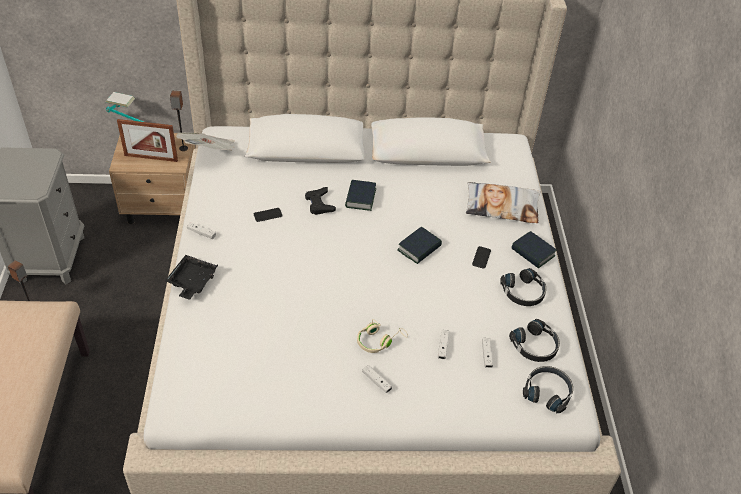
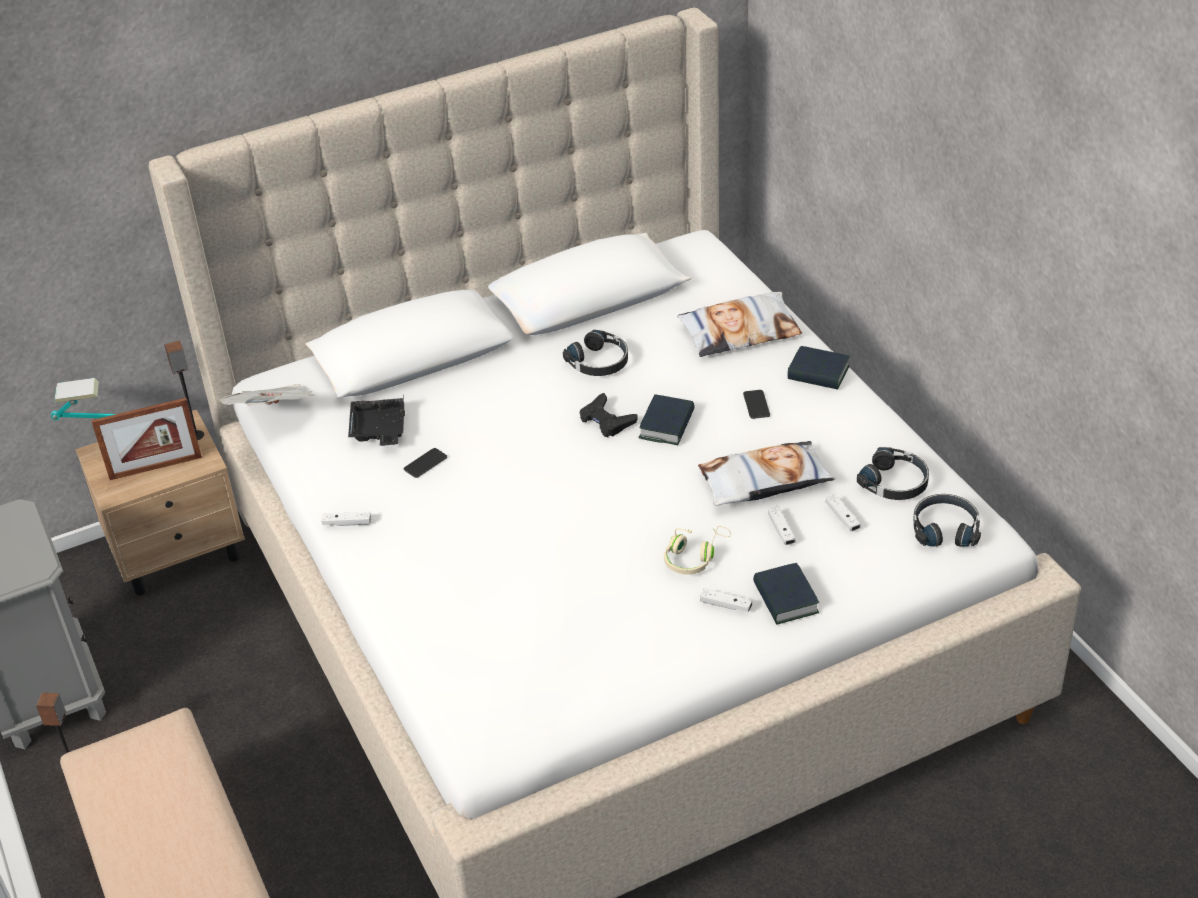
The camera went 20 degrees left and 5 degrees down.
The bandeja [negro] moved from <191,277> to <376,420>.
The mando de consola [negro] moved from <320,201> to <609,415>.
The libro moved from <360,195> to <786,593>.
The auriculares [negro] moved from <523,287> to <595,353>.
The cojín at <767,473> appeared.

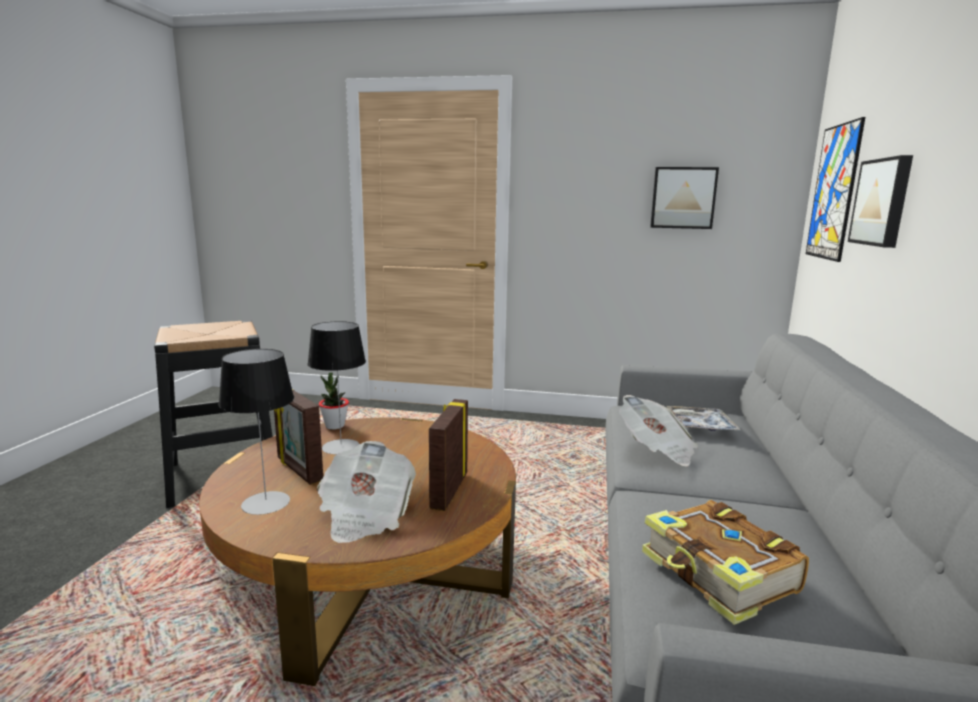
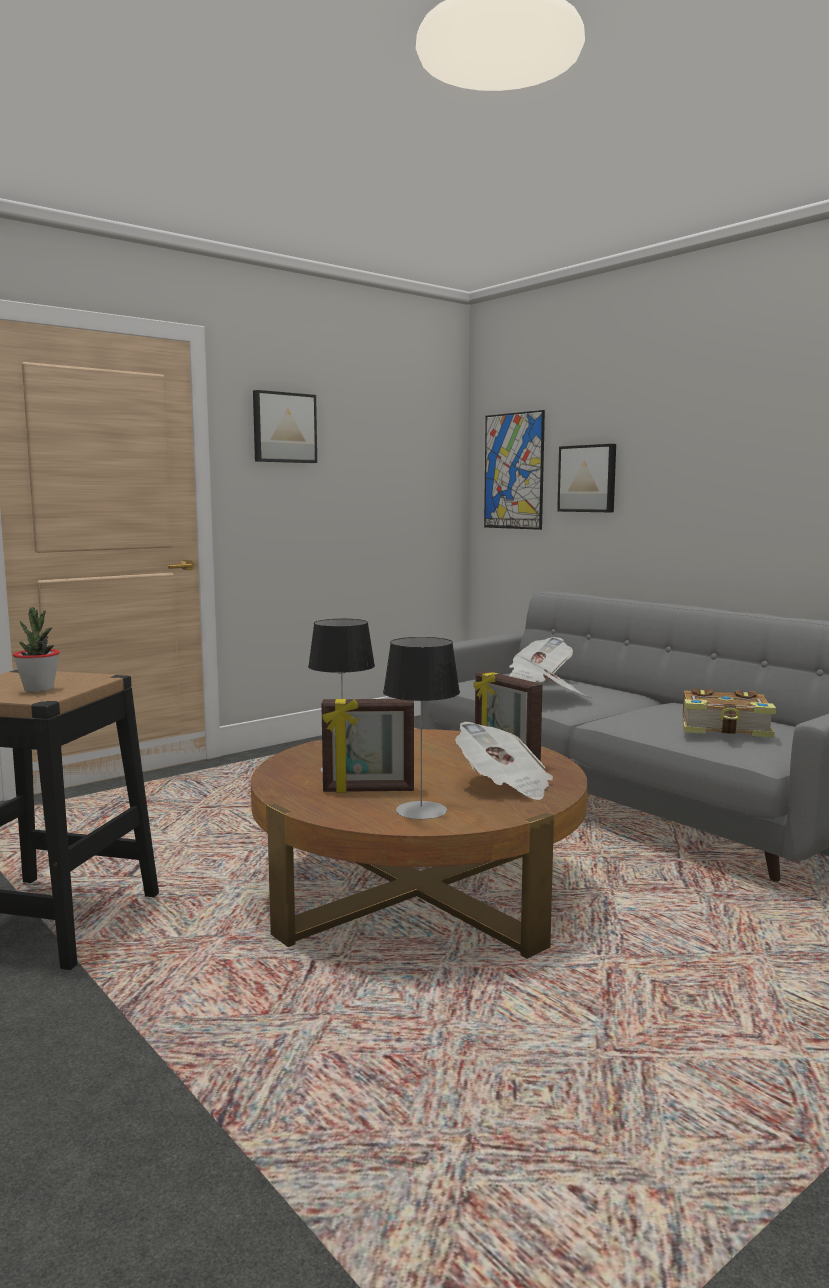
The camera went 50 degrees left and 5 degrees down.
The planta en maceta moved from <334,401> to <36,649>.
The cuadro moved from <684,198> to <285,426>.
The bandeja at <704,418> was replaced by the periódico at <541,659>.

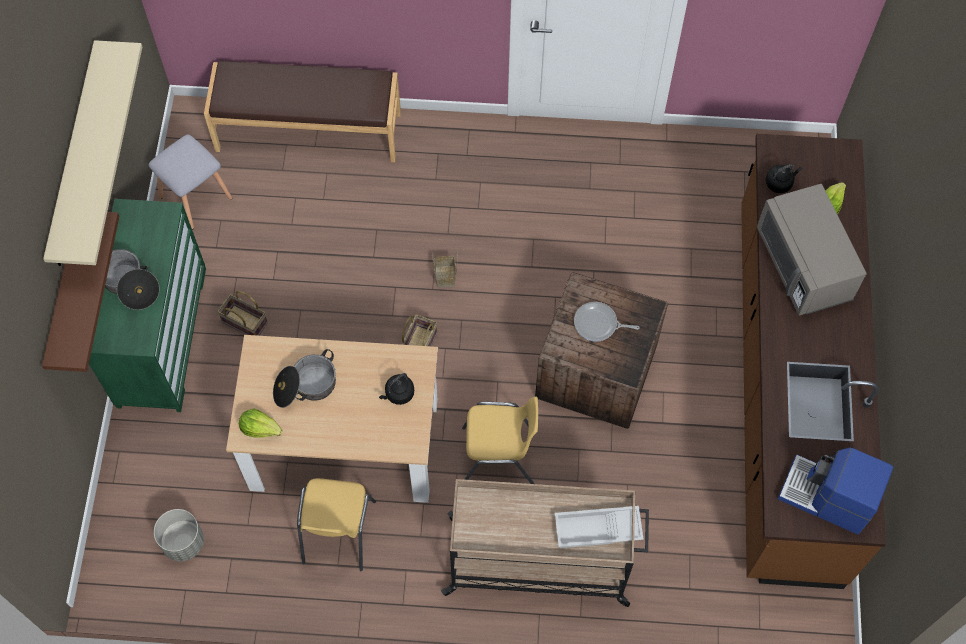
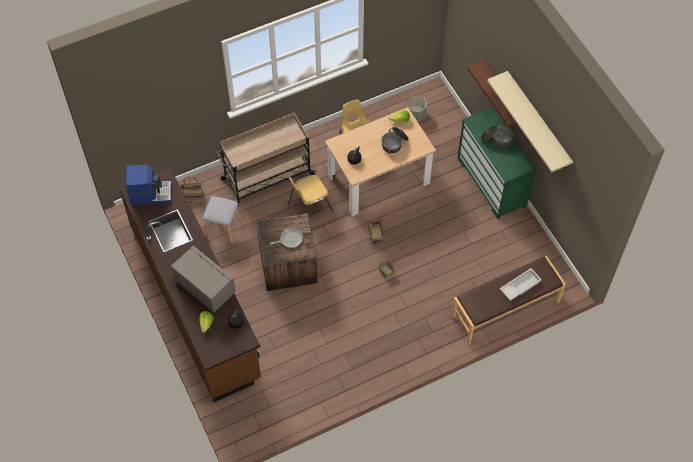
The camera went 150 degrees right and 5 degrees down.
The taburete [gris] moved from <190,182> to <222,219>.
The cesta moved from <242,313> to <191,188>.
The bandeja [blanco] moved from <599,527> to <521,284>.

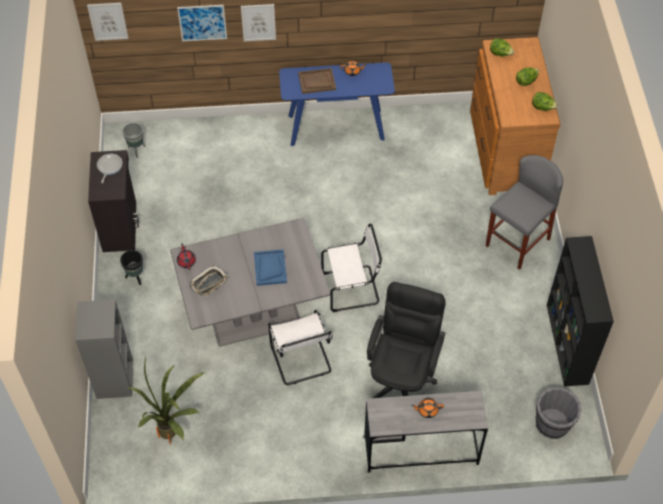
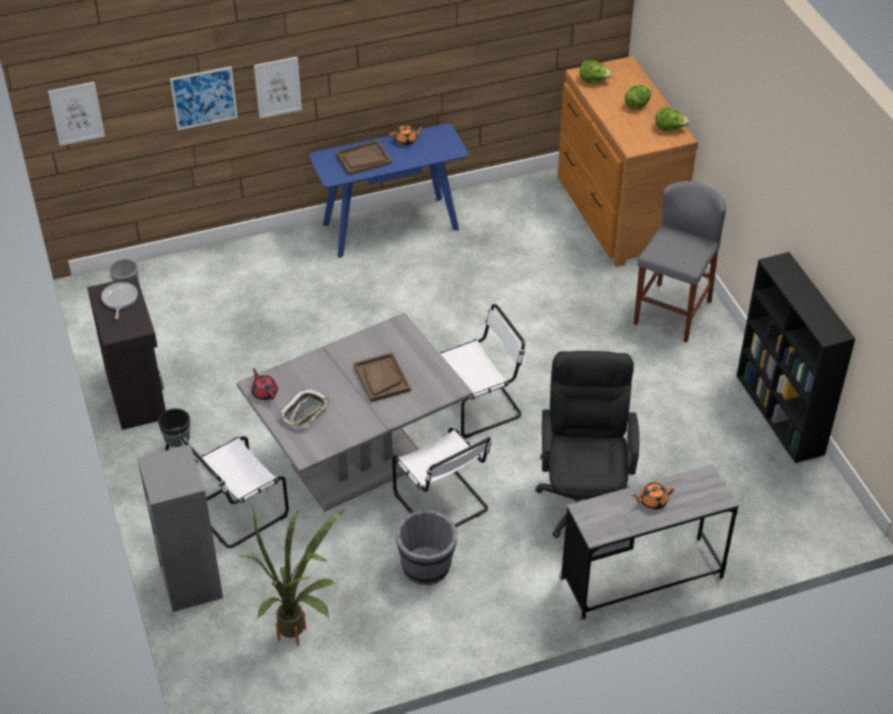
The camera went 15 degrees left and 10 degrees down.
The bandeja [azul] at <270,267> became the bandeja [marrón] at <382,377>.
The cubo [gris] moved from <559,413> to <426,548>.
The silla [blanco] at <234,491> appeared.

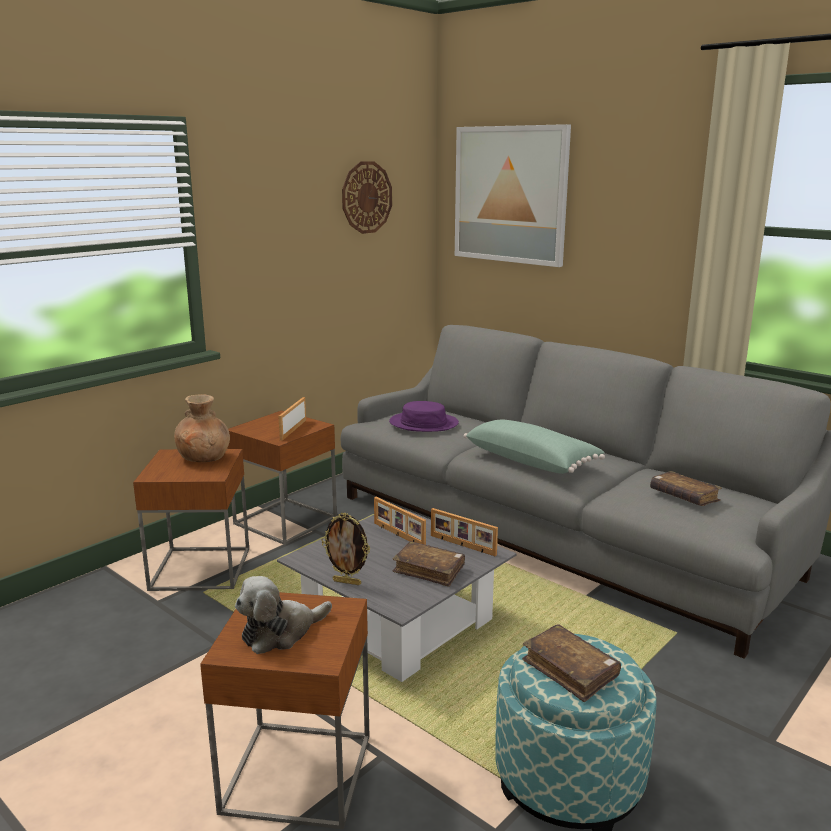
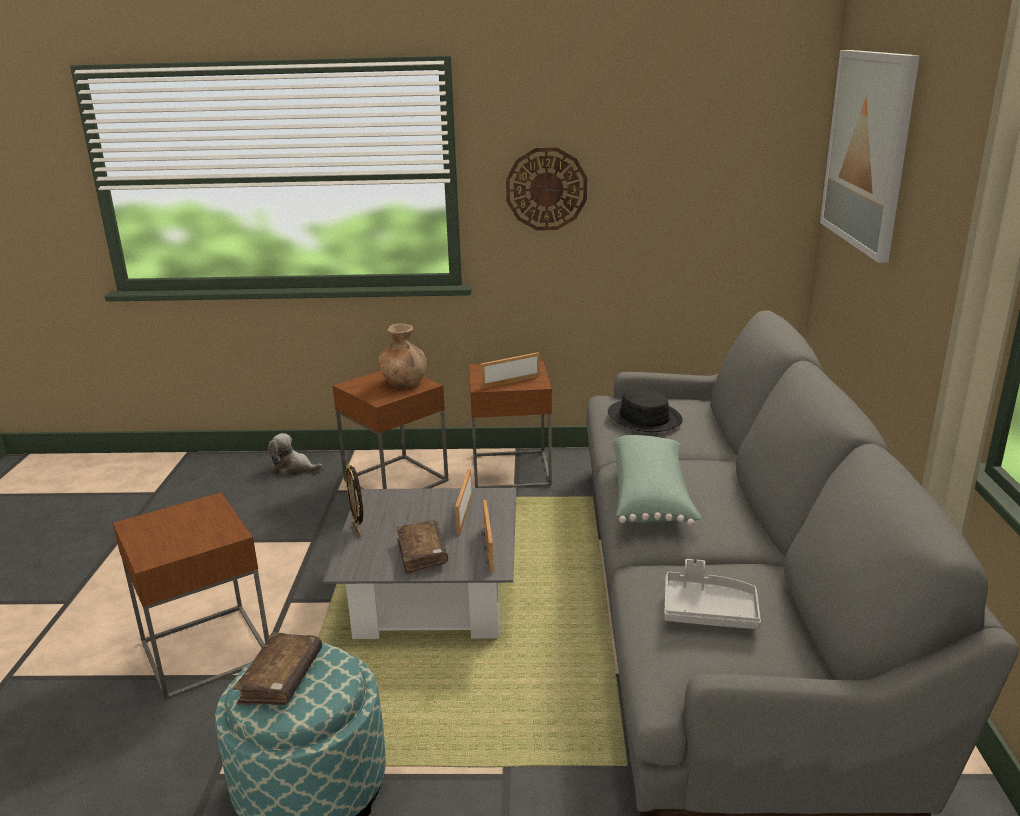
The camera went 50 degrees right and 5 degrees up.
The peluche moved from <283,615> to <295,454>.
The reloj de pared moved from <367,197> to <546,188>.
The sombrero [morado] at <424,416> became the sombrero [negro] at <645,410>.
The libro [marrón] at <686,488> was replaced by the bandeja [gris] at <712,594>.

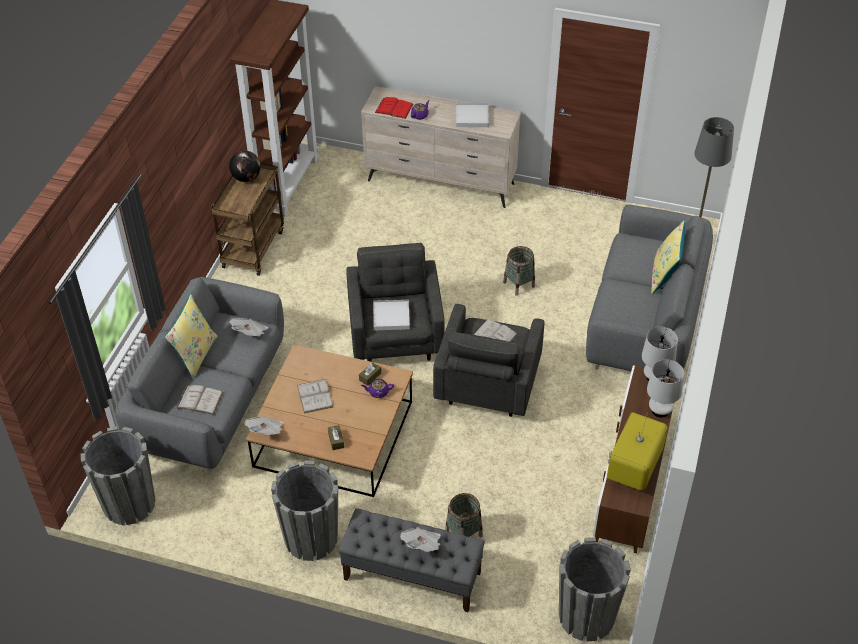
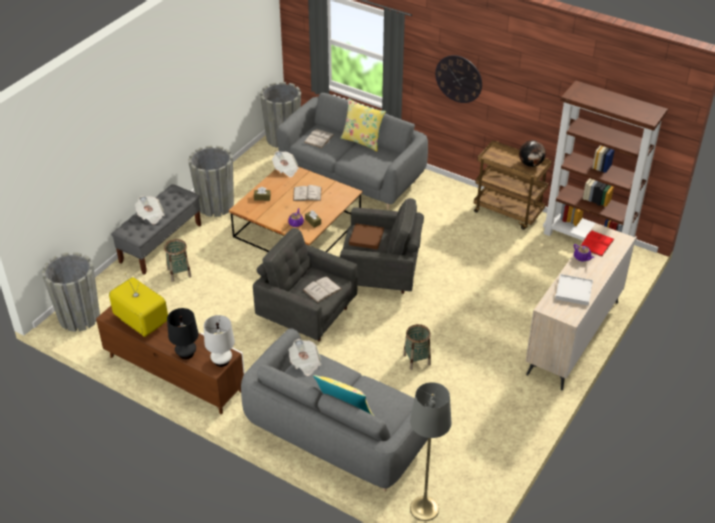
The camera went 105 degrees right and 5 degrees down.
The periódico moved from <248,327> to <305,357>.
The bandeja [blanco] at <391,315> became the bandeja [marrón] at <366,236>.
The lámpara de mesa [blanco] at <665,388> became the lámpara de mesa [negro] at <183,334>.
The reloj de pared at <458,79> appeared.

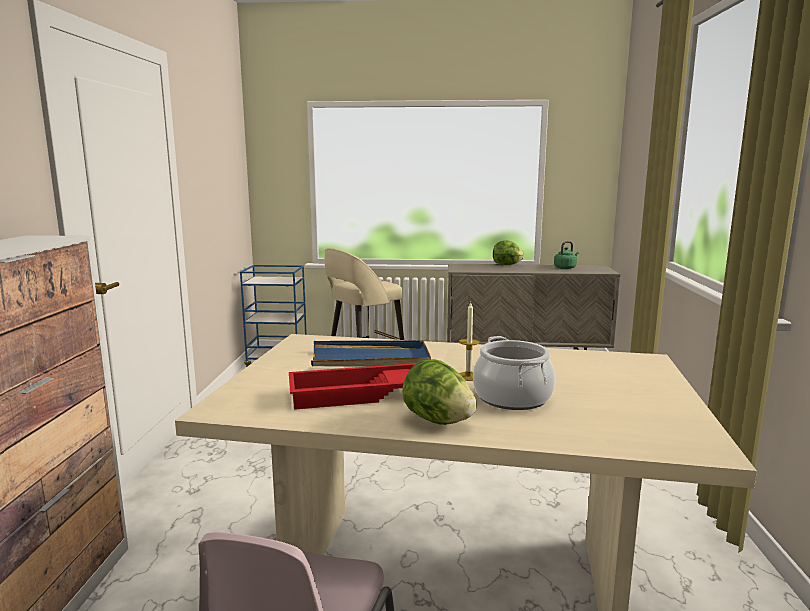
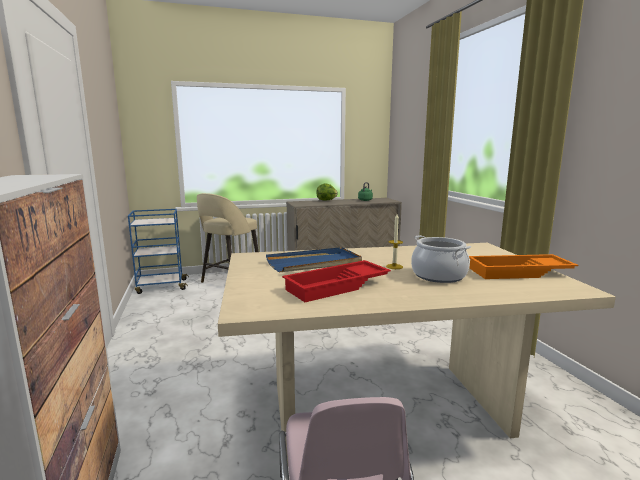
The camera went 20 degrees left and 0 degrees up.
The lechuga at <439,392> disappeared.
The bandeja [naranja] at <523,266> appeared.

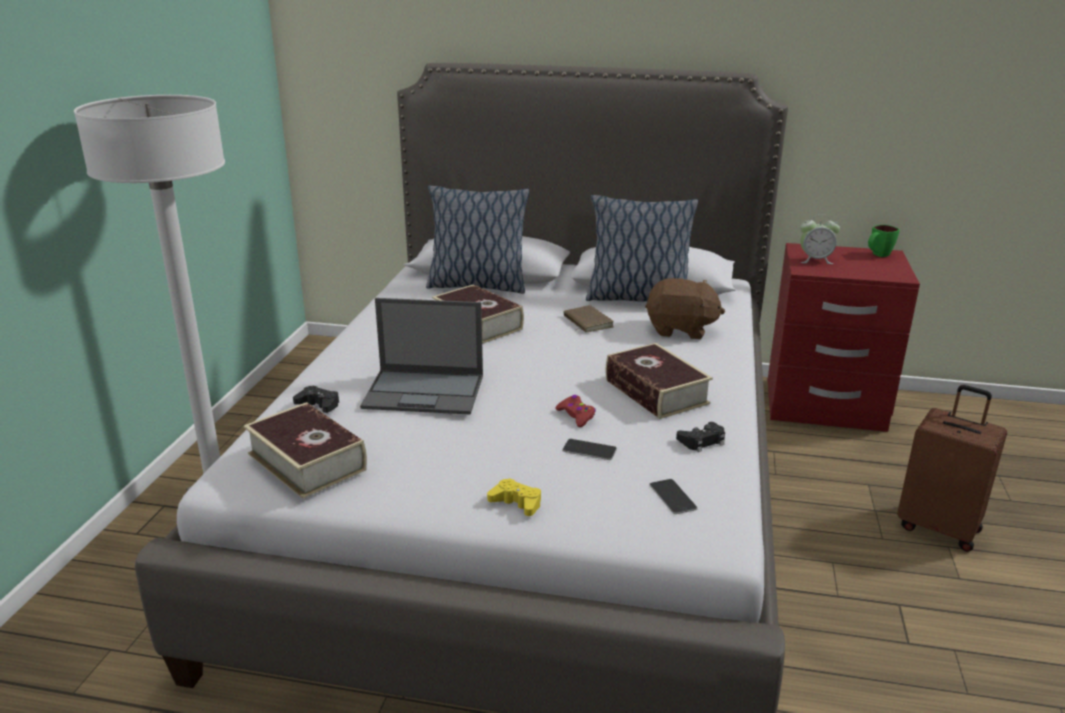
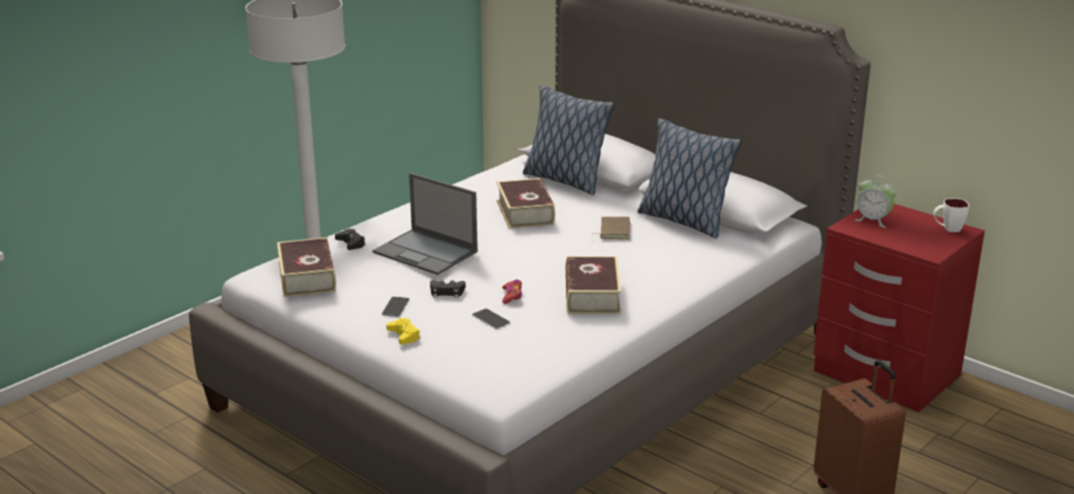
The camera went 30 degrees right and 0 degrees up.
The peluche [marrón] at <685,308> disappeared.
The móvil moved from <673,496> to <396,307>.
The mando de consola [negro] moved from <700,437> to <448,289>.
The taza grande [verde] at <884,241> became the taza grande [blanco] at <951,215>.

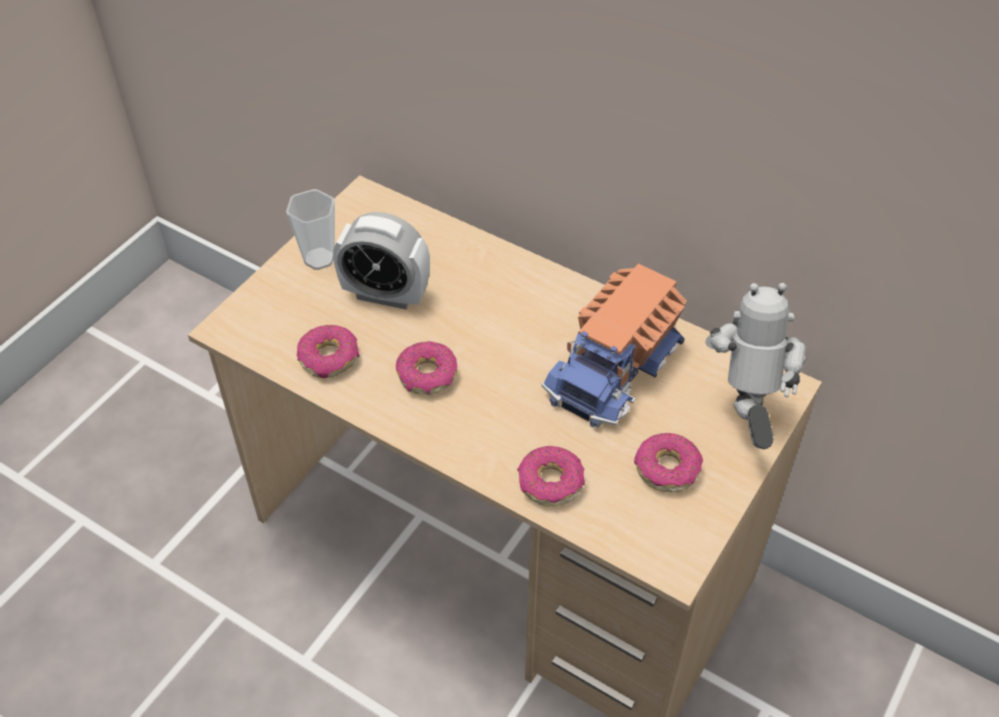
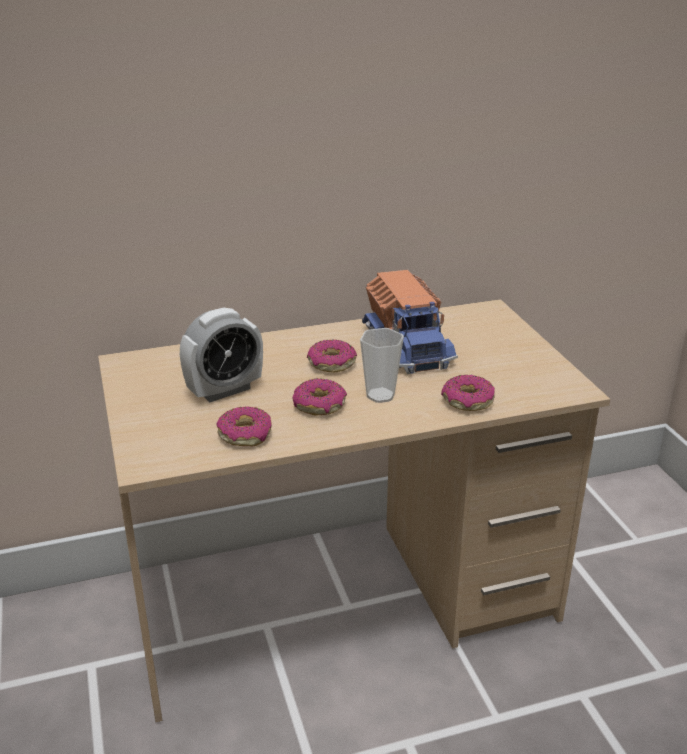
The camera went 50 degrees left and 20 degrees down.
The taza moved from <310,229> to <382,365>.
The rosquilla moved from <668,462> to <332,355>.
The robot de juguete at <756,366> disappeared.

